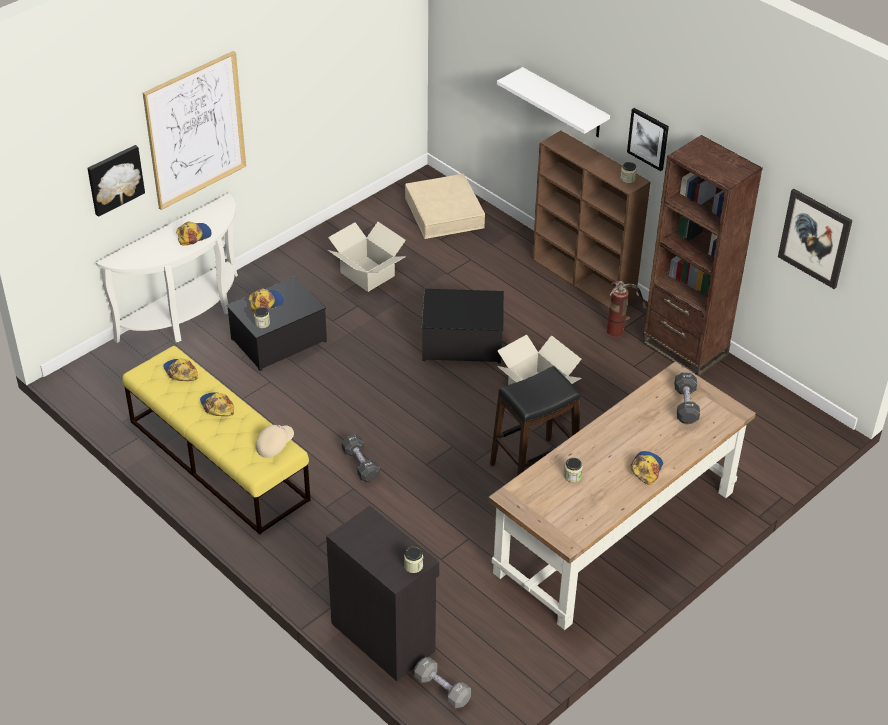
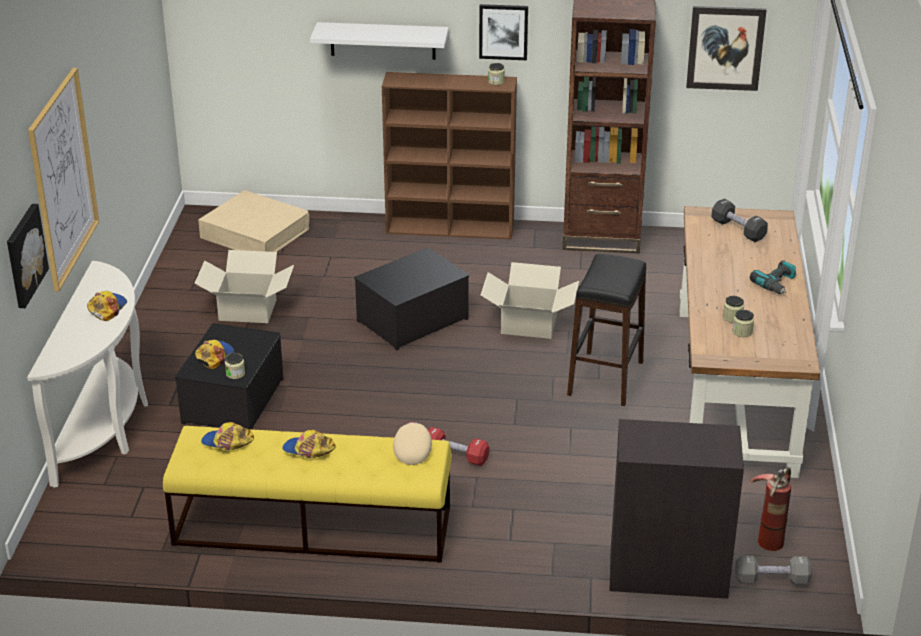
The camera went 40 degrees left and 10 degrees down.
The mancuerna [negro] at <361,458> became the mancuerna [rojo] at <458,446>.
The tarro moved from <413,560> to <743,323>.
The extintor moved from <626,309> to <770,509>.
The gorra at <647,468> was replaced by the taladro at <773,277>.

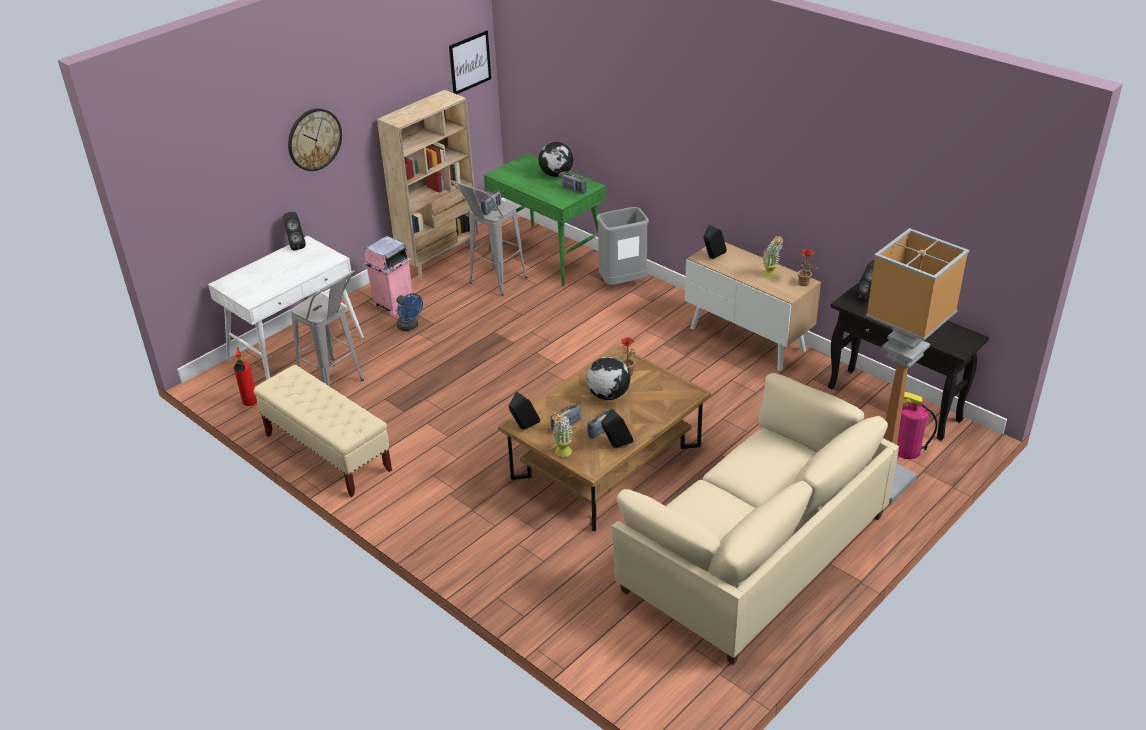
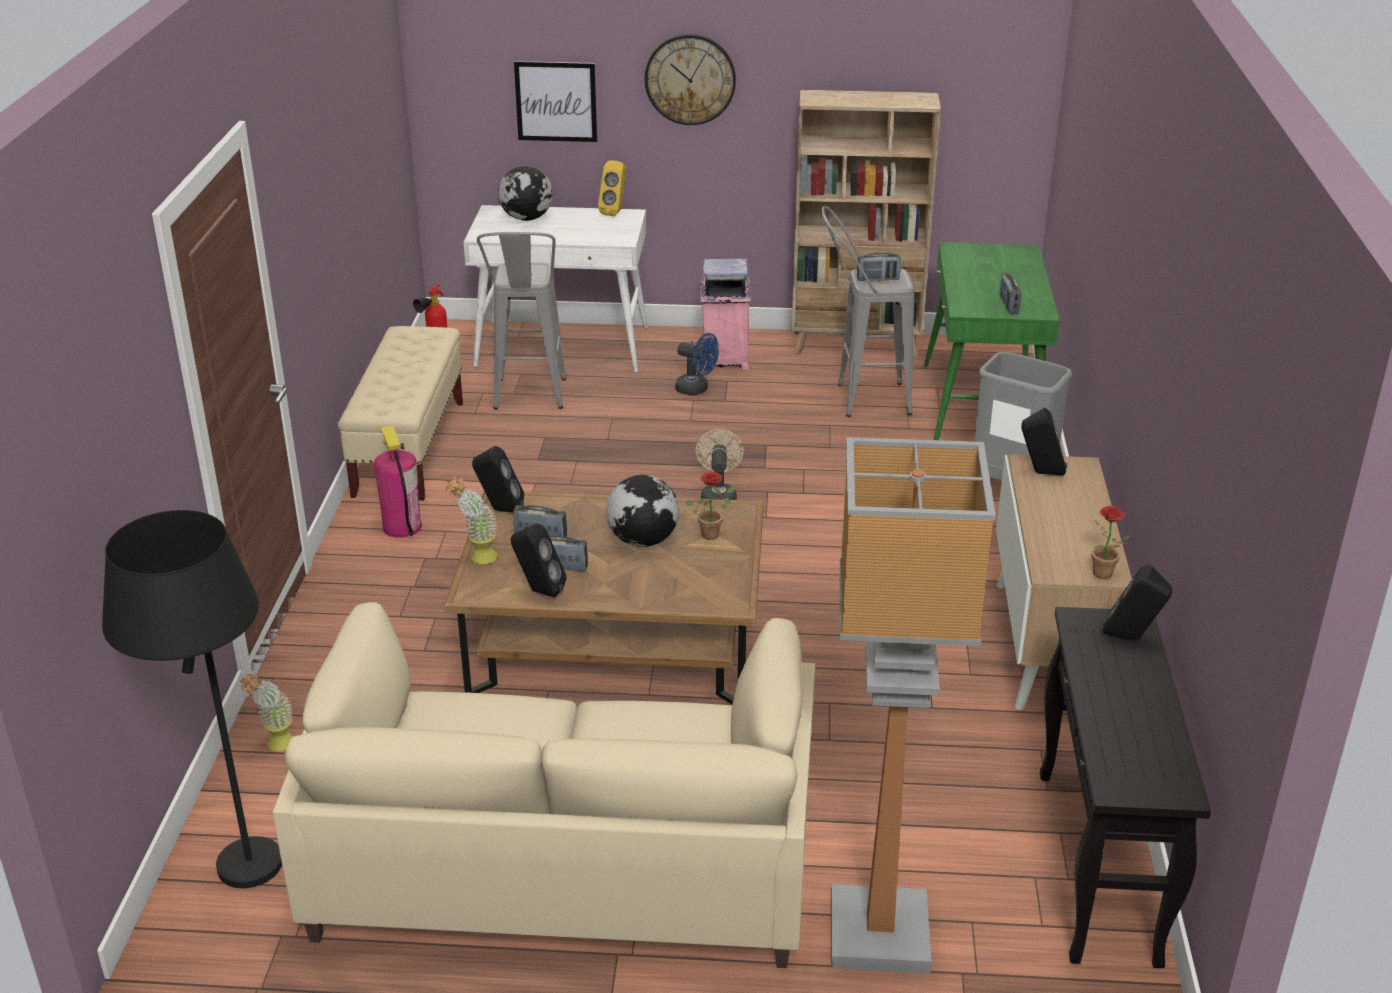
The camera went 50 degrees right and 5 degrees down.
The altavoz [negro] at <294,231> became the altavoz [amarillo] at <612,188>.
The ventilador [azul] at <409,312> turned 75 degrees counterclockwise.
The cuadro moved from <470,62> to <555,101>.
The globo terráqueo moved from <556,159> to <525,193>.
The planta en maceta moved from <773,257> to <266,711>.
The extintor moved from <917,425> to <397,481>.
The lámpara de pie [negro] at <192,699> appeared.
The ventilador [beis] at <720,464> appeared.

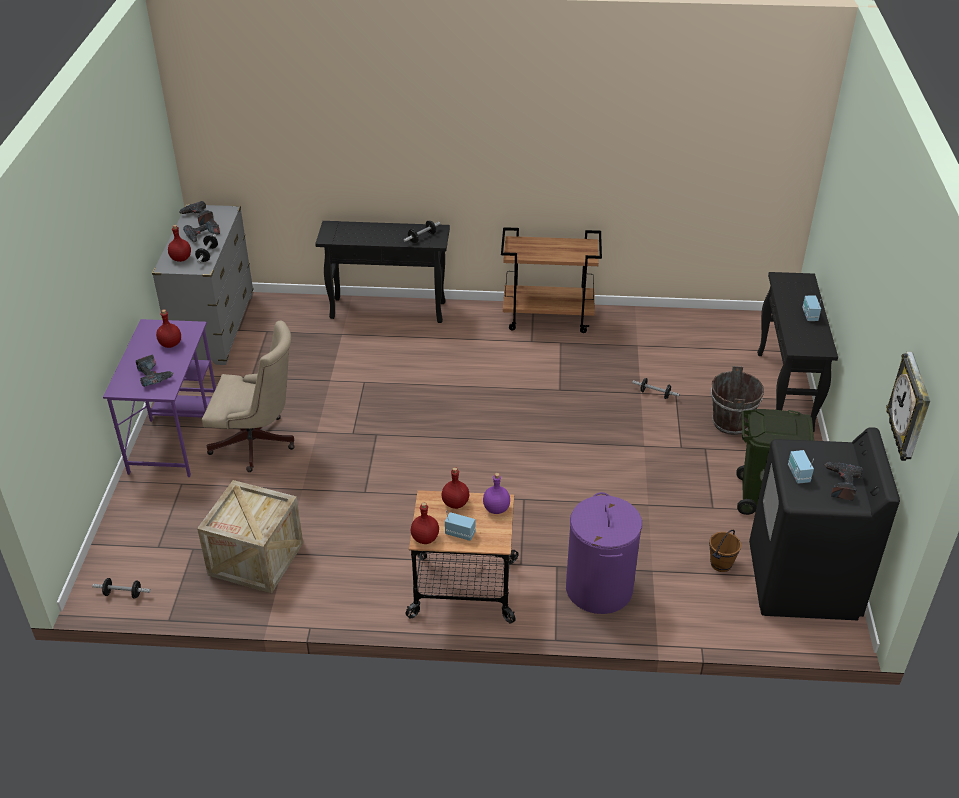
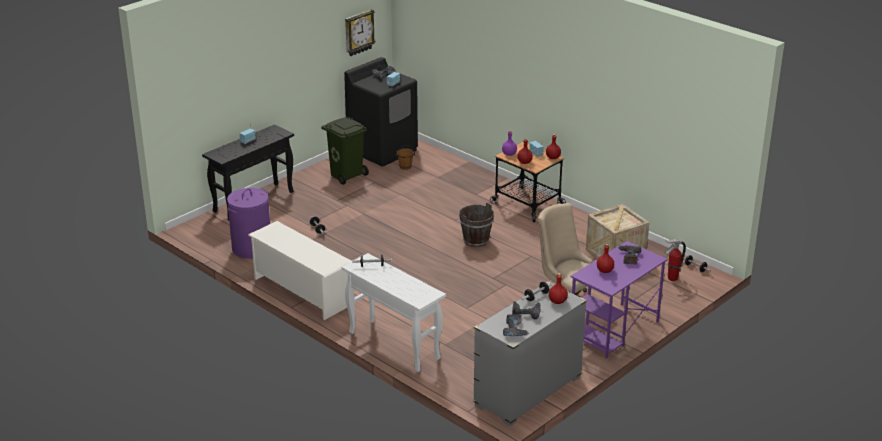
The camera went 140 degrees left and 10 degrees down.
The mesa consola [negro] at <382,272> became the mesa consola [blanco] at <393,312>.
The carrito [marrón] at <551,280> was replaced by the zapatero [blanco] at <300,270>.
The cesto de la ropa [morado] moved from <604,553> to <248,223>.
The cubo [marrón] moved from <737,400> to <476,225>.
The extintor at <675,260> appeared.

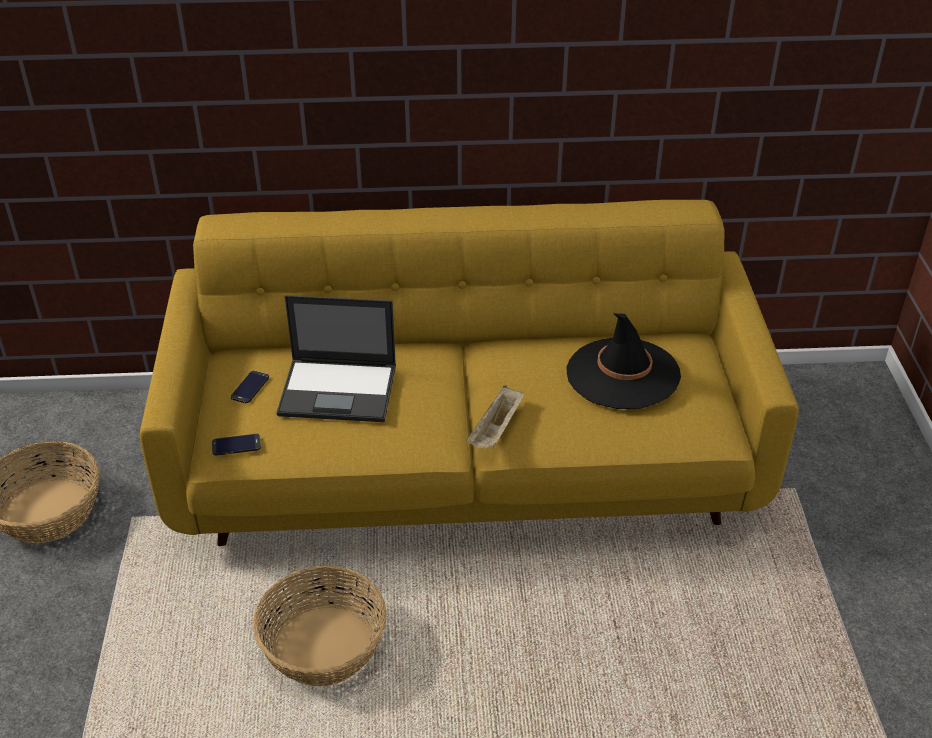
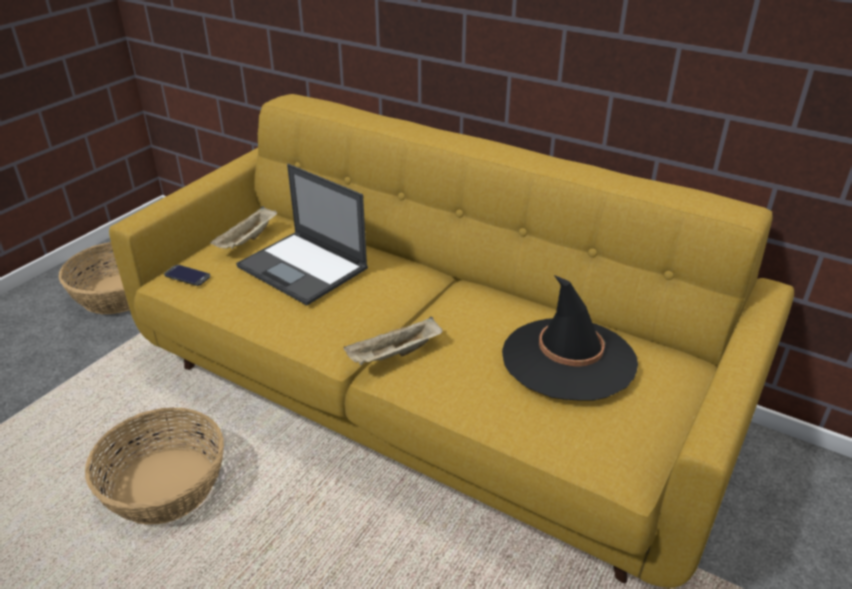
The camera went 35 degrees right and 5 degrees down.
The móvil at <250,387> was replaced by the bandeja [beis] at <243,227>.

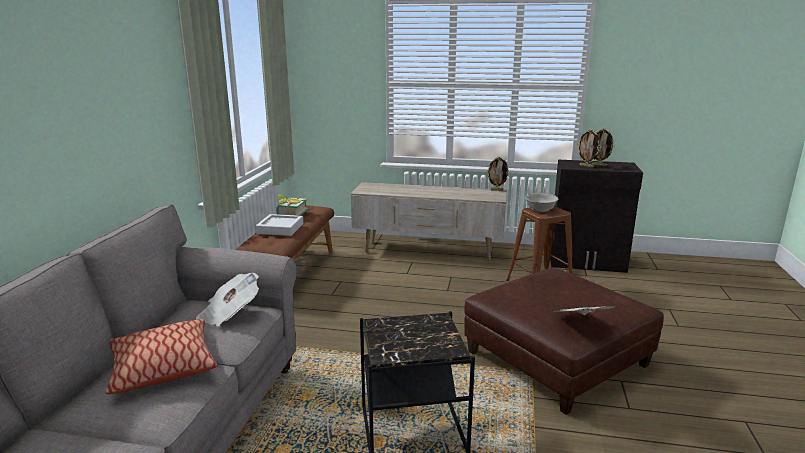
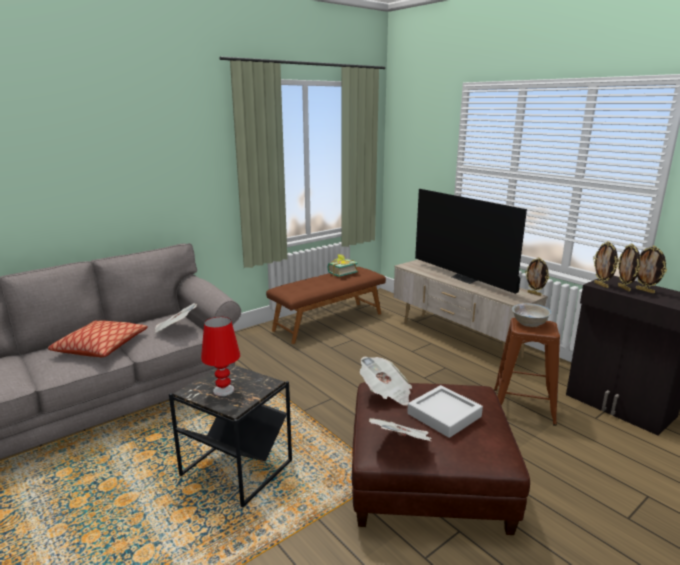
The camera went 40 degrees right and 0 degrees up.
The bandeja [gris] moved from <279,225> to <445,411>.
The lámpara de mesa [rojo] at <220,356> appeared.
The periódico at <385,381> appeared.
The televisor at <471,241> appeared.
The portarretratos at <605,264> appeared.

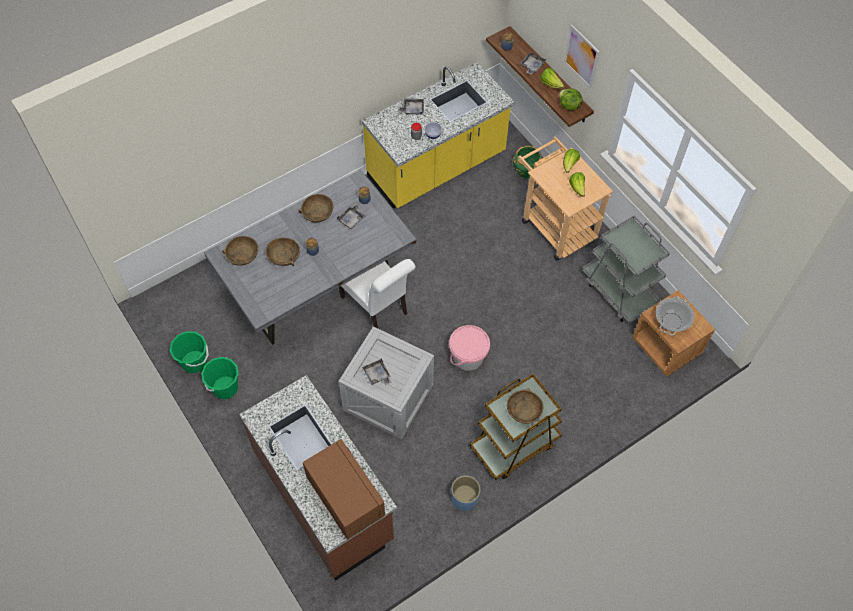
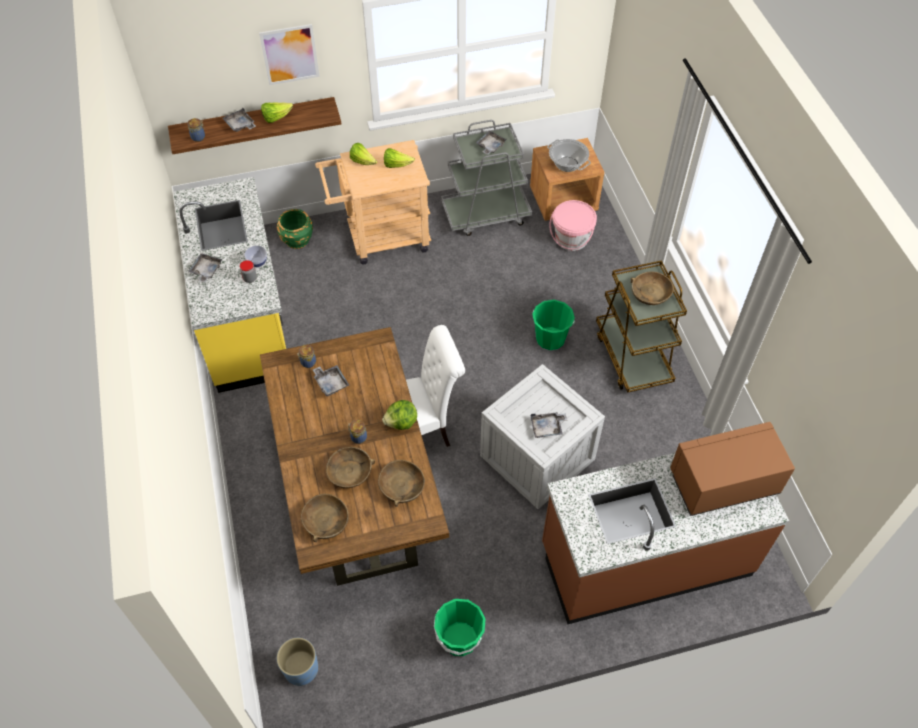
The camera went 70 degrees left and 5 degrees down.
The cubo [verde] moved from <189,352> to <553,325>.
The mesa de comedor [gris] at <310,257> became the mesa de comedor [marrón] at <354,456>.
The cuenco [marrón] moved from <315,208> to <401,483>.
The cubo [rosa] moved from <469,348> to <573,225>.
The maceta [azul] moved from <465,493> to <297,662>.
The lechuga moved from <571,99> to <399,415>.
The bandeja [gris] at <491,142> appeared.

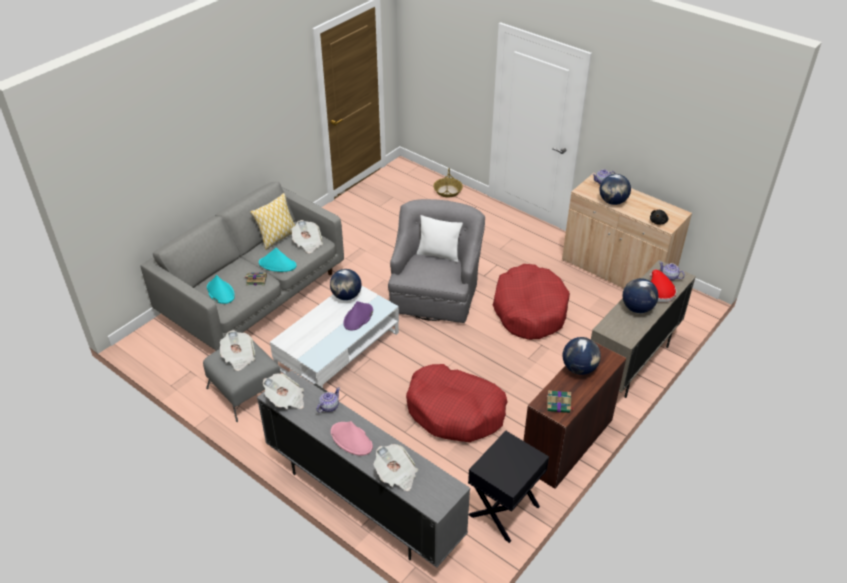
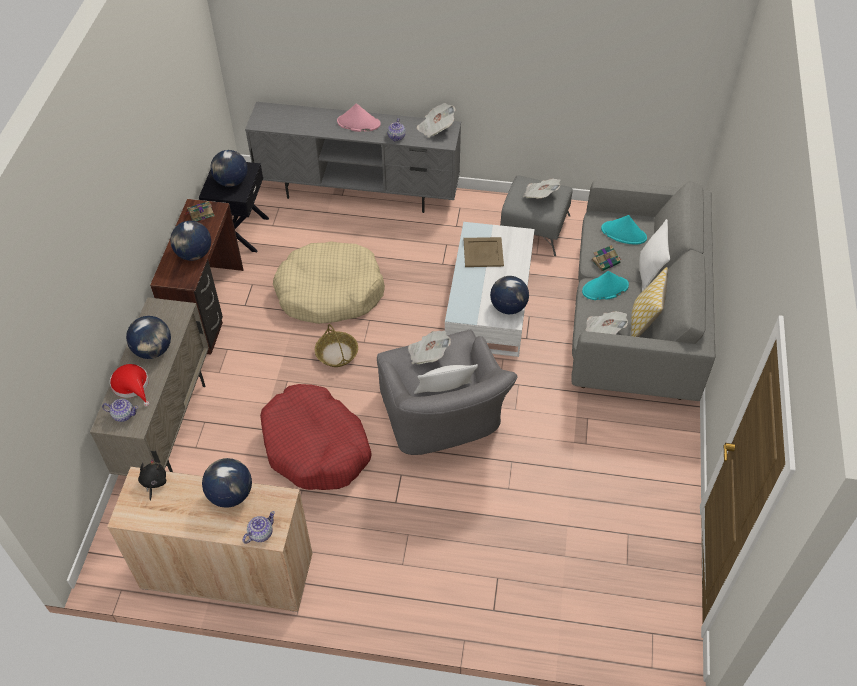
The camera went 150 degrees right and 10 degrees up.
The sombrero [morado] at <358,315> disappeared.
The periódico moved from <395,467> to <429,347>.
The cama para perro [rojo] at <457,403> became the cama para perro [beis] at <329,282>.
The cesta moved from <448,182> to <336,345>.
The globo terráqueo at <228,168> appeared.
The bandeja [beis] at <483,252> appeared.
The cojín [blanco] at <654,255> appeared.

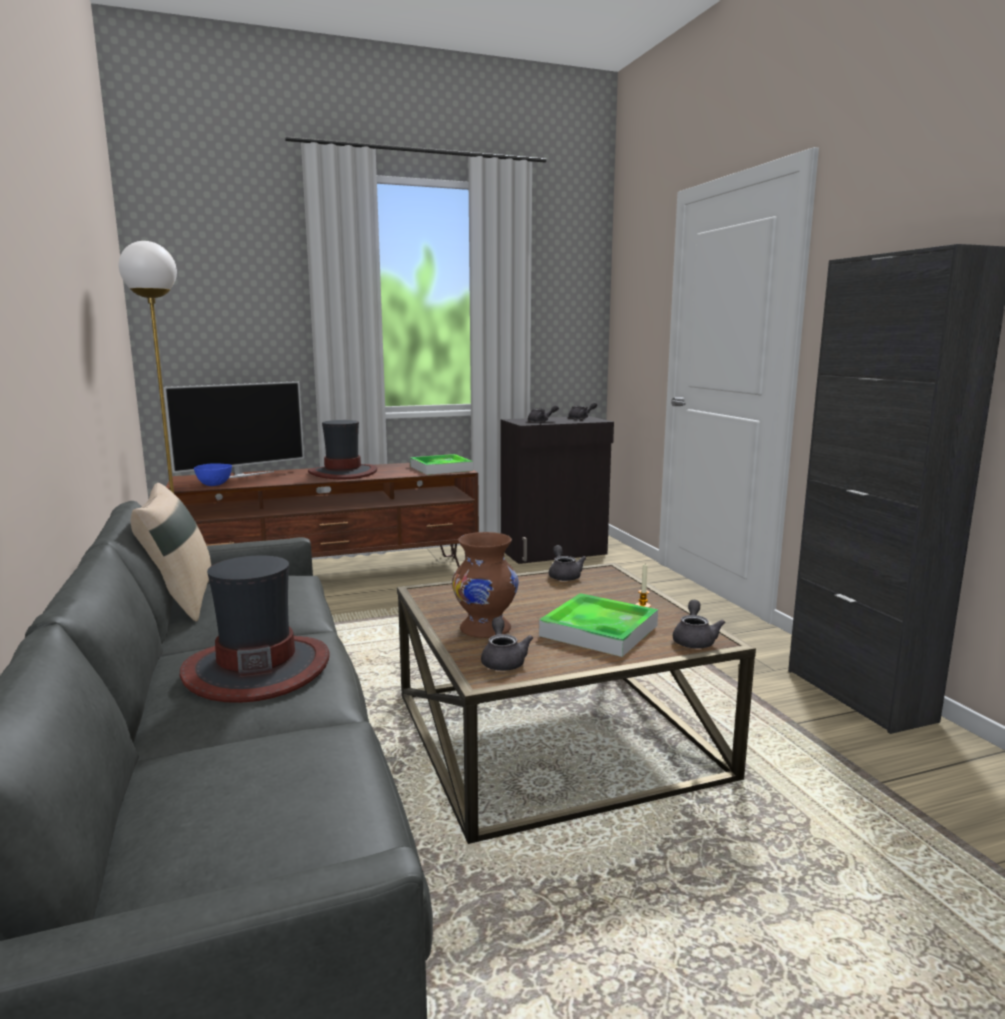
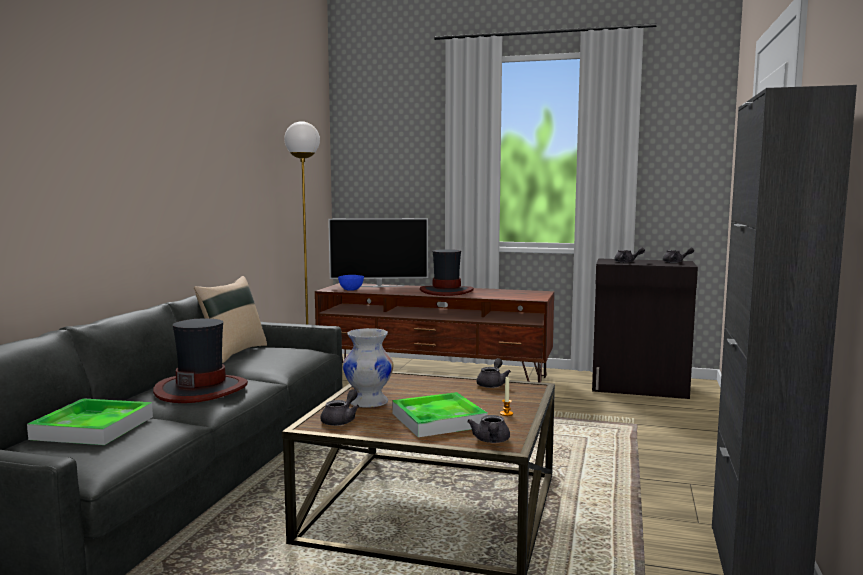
The camera went 35 degrees right and 5 degrees down.
The bandeja moved from <441,464> to <90,421>.
The florero [marrón] at <485,585> became the florero [blanco] at <368,368>.
The tetera [gris] at <699,624> turned 135 degrees clockwise.

